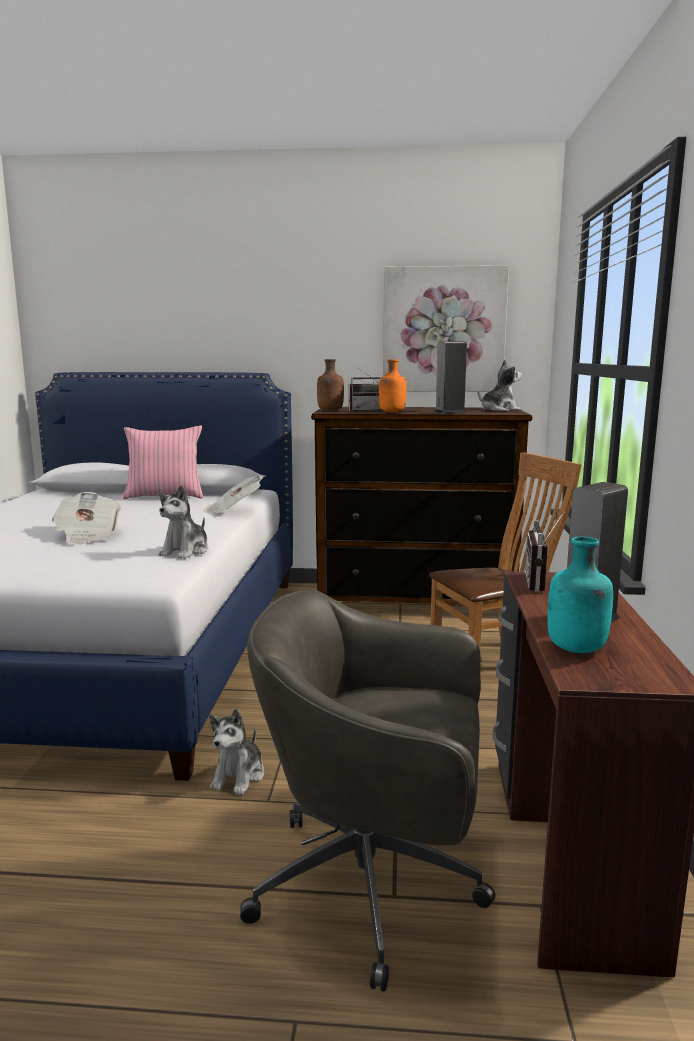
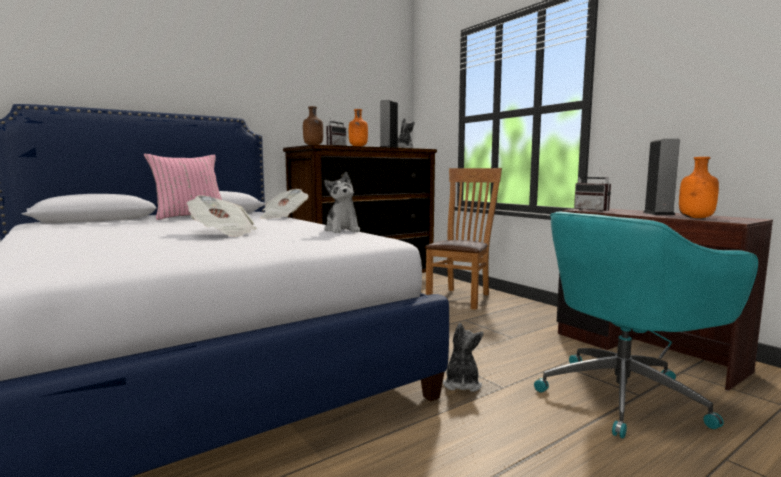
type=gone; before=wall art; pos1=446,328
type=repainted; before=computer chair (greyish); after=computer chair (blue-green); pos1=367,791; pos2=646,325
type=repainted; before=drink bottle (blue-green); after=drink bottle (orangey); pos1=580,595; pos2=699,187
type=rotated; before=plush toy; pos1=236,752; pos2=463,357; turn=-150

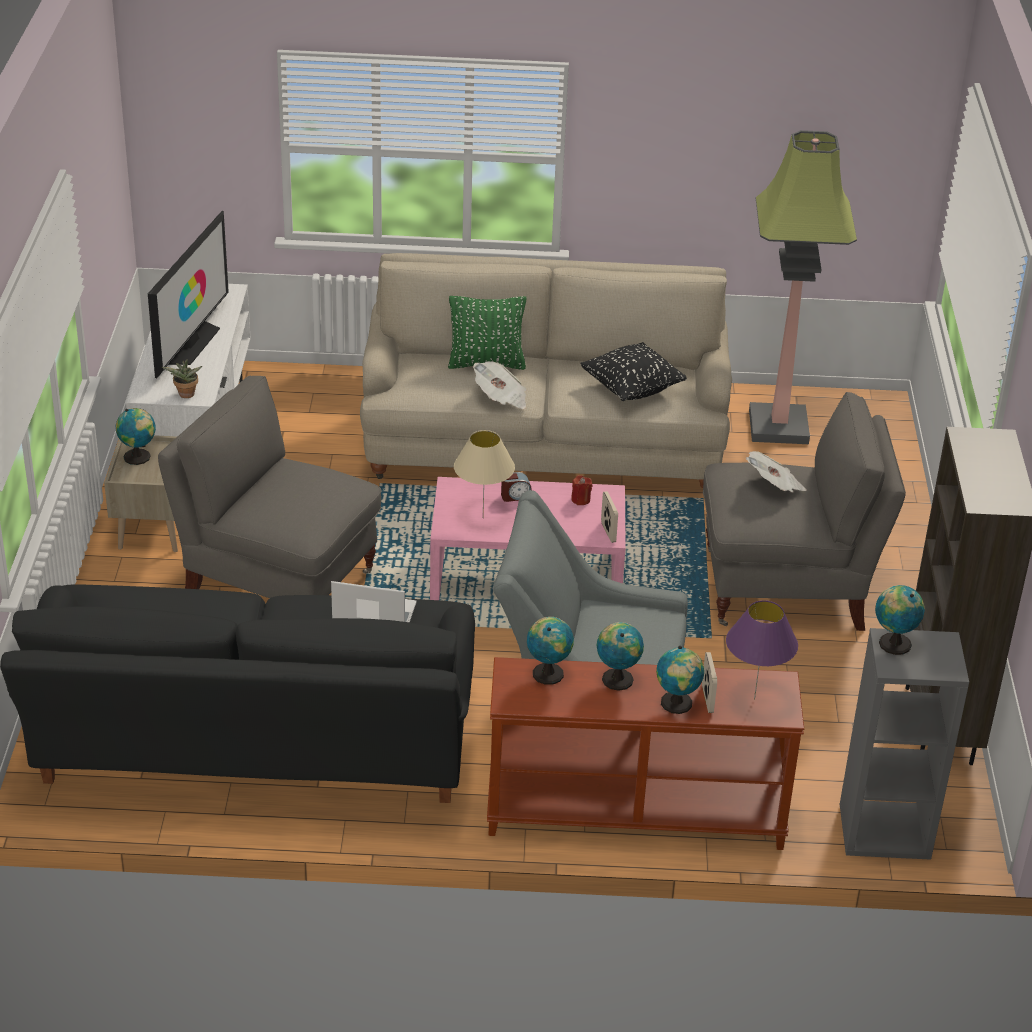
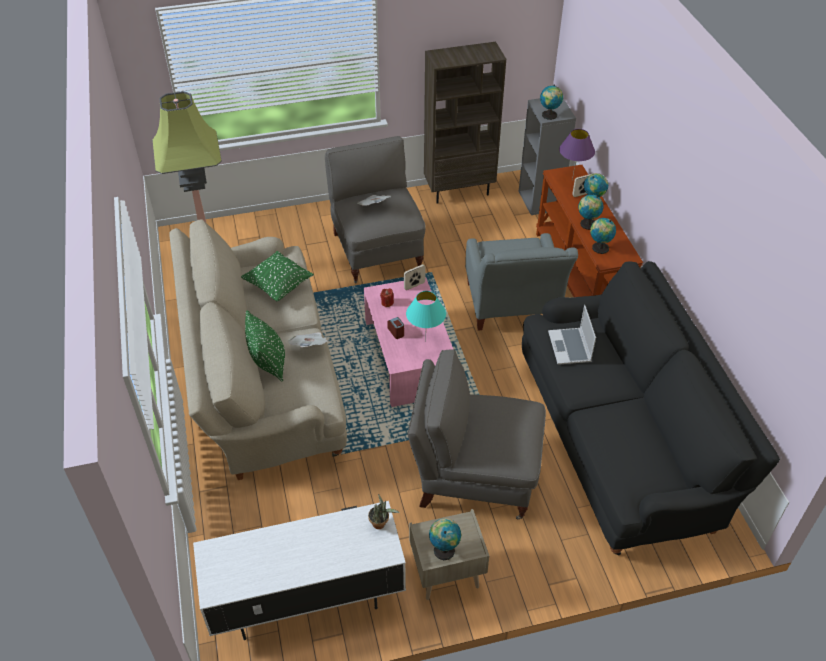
type=gone; before=television; pos1=188,294
type=repainted; before=lamp for a table (sand-coloured); after=lamp for a table (blue-green); pos1=484,472; pos2=426,316
type=repainted; before=throw pillow (black); after=throw pillow (green); pos1=633,371; pos2=277,276
type=rotated; before=easy chair (greyish); pos1=270,487; pos2=477,434; turn=90

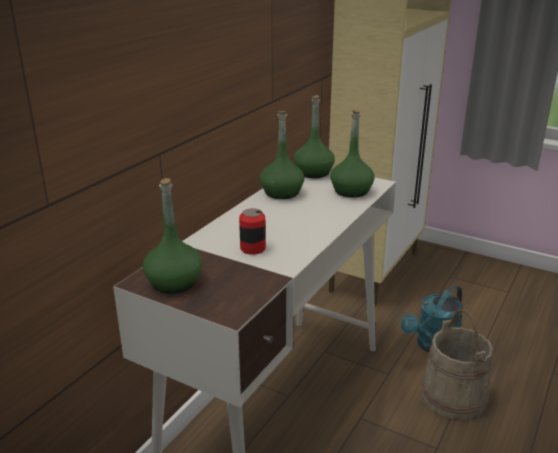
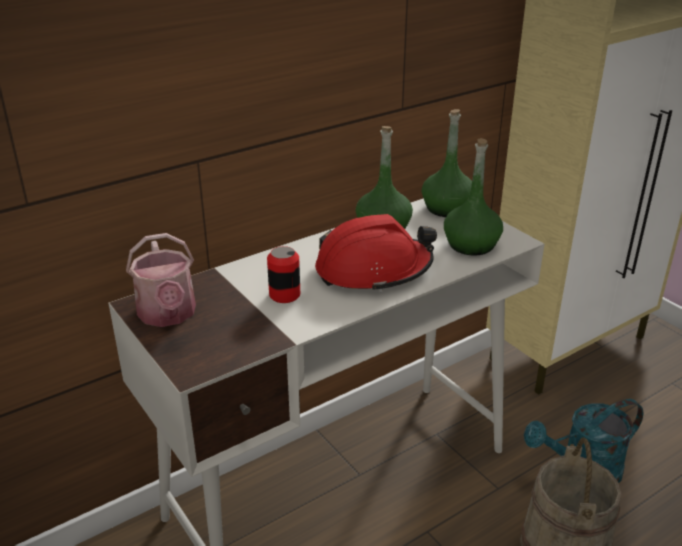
type=new; after=hard hat (red-coloured); pos2=376,253
type=swapped; before=drink bottle (green); after=watering pot; pos1=172,236; pos2=161,280

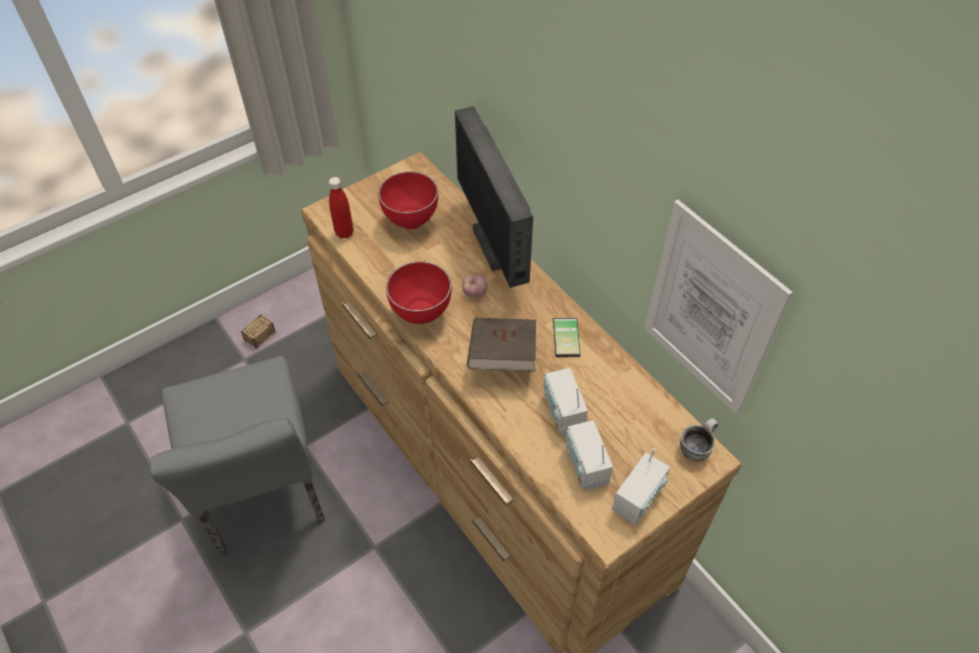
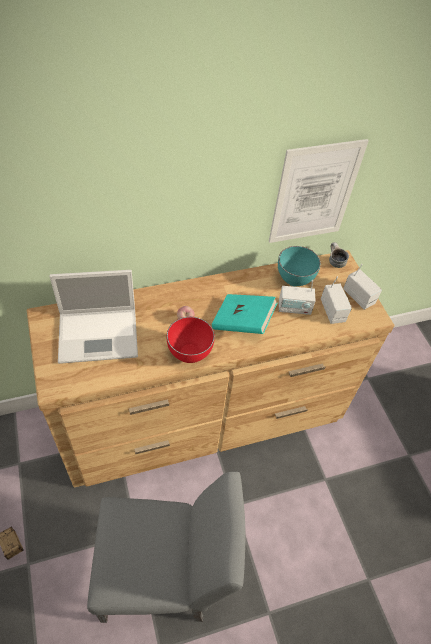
type=gone; before=drink bottle (red-coloured); pos1=341,207
type=gone; before=computer display; pos1=494,197
type=gone; before=telephone; pos1=567,337
type=new; after=bowl (blue-green); pos2=299,266
type=swapped; before=bowl (red-coloured); after=laptop; pos1=408,200; pos2=94,317
type=repainted; before=volume (brownish); after=volume (blue-green); pos1=501,345; pos2=244,314
type=rotated; before=radio set; pos1=589,455; pos2=336,300; turn=-105

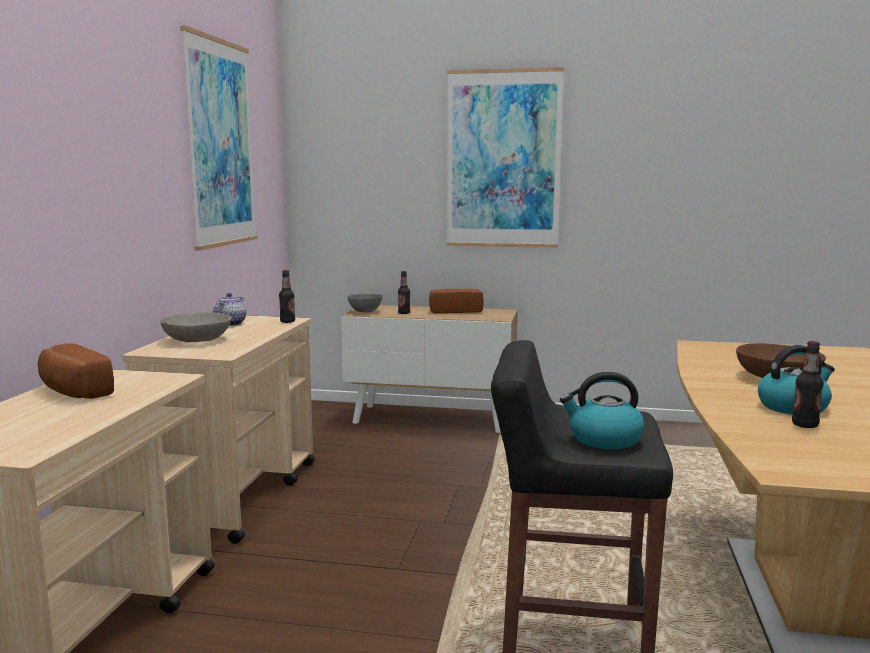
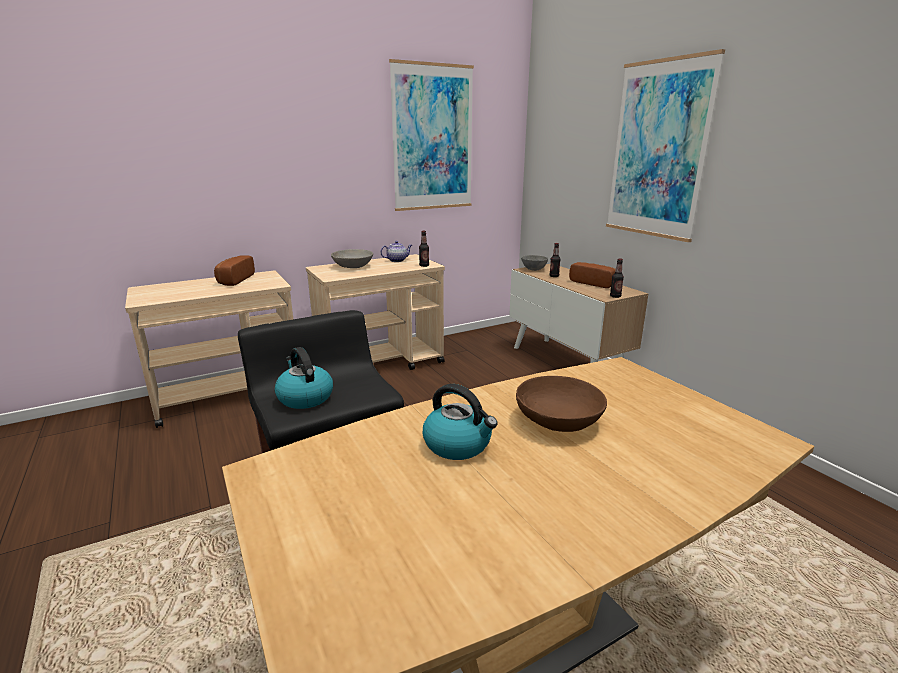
type=shifted; before=drink bottle; pos1=808,384; pos2=617,278

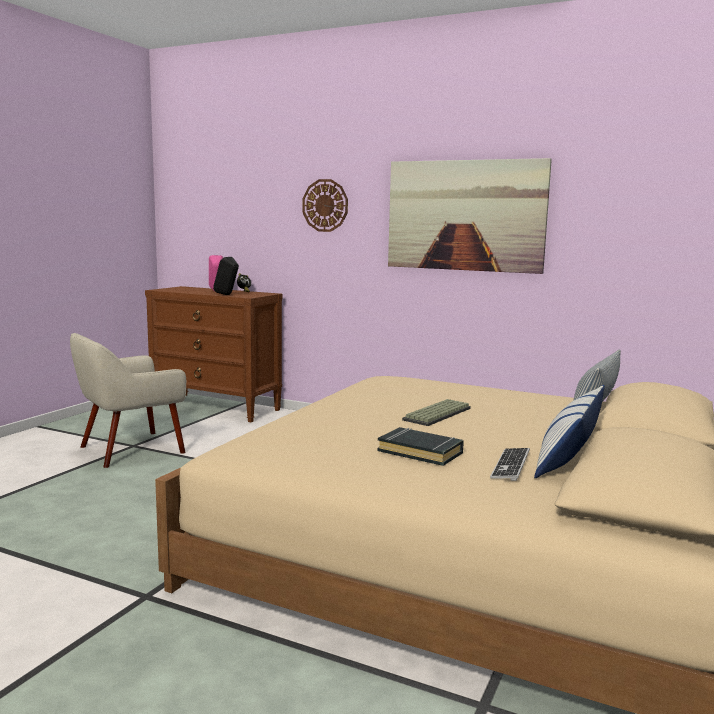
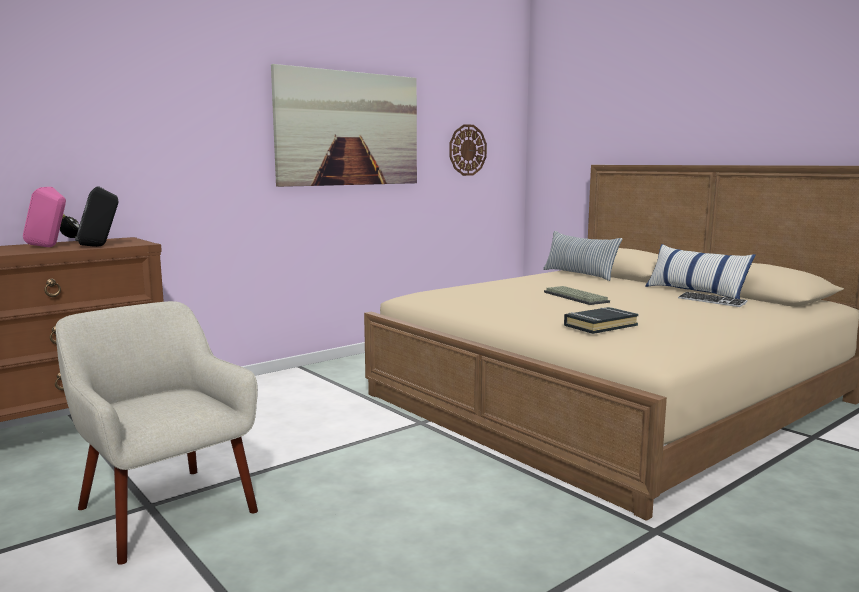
type=shifted; before=clock on the wall; pos1=325,205; pos2=468,150
type=shifted; before=volume (black); pos1=420,446; pos2=601,320
type=rotated; before=easy chair (sand-coloured); pos1=128,400; pos2=156,433; turn=150

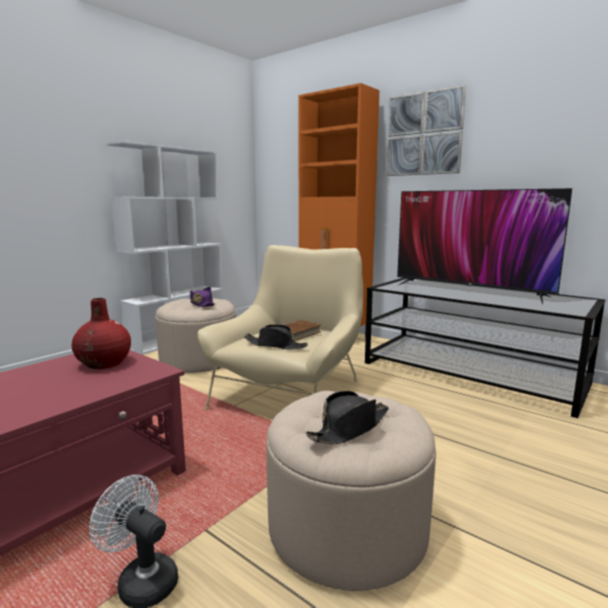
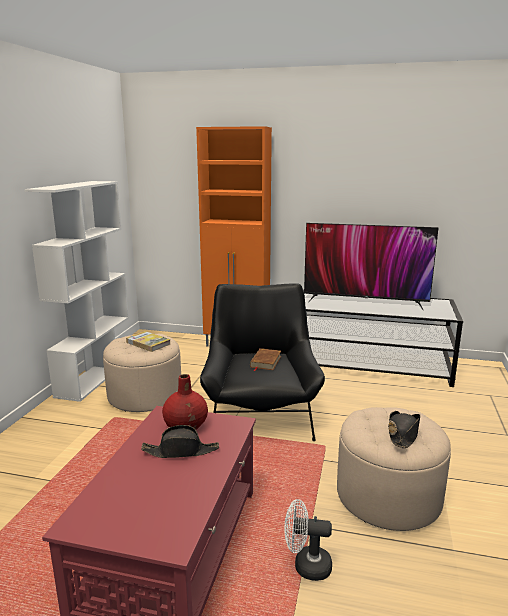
type=gone; before=wall art; pos1=426,130
type=shifted; before=hat (black); pos1=276,337; pos2=180,441
type=swapped; before=hat (purple-coloured); after=volume; pos1=202,297; pos2=148,341
type=repainted; before=easy chair (sand-coloured); after=easy chair (black); pos1=280,327; pos2=262,362

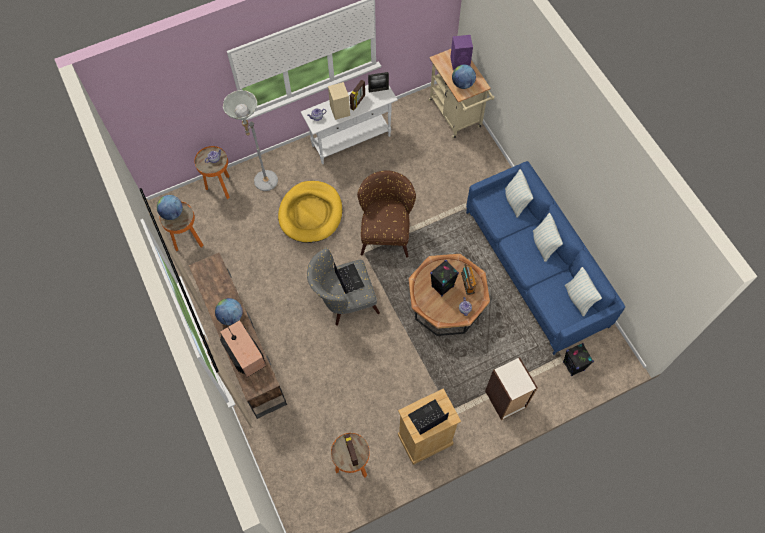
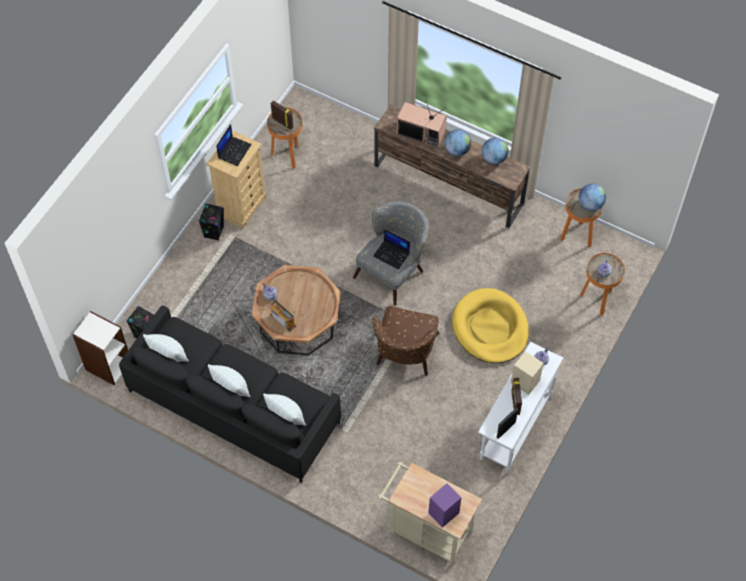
type=gone; before=standing lamp (greyish); pos1=250,140
type=shifted; before=loudspeaker (black); pos1=444,278; pos2=211,222
type=shifted; before=globe; pos1=464,77; pos2=495,151
type=shifted; before=shelving unit; pos1=511,388; pos2=100,348
type=repainted; before=settee (blue-coloured); after=settee (black); pos1=545,258; pos2=230,394
type=rotated; before=easy chair (brownish); pos1=386,214; pos2=405,341; turn=45

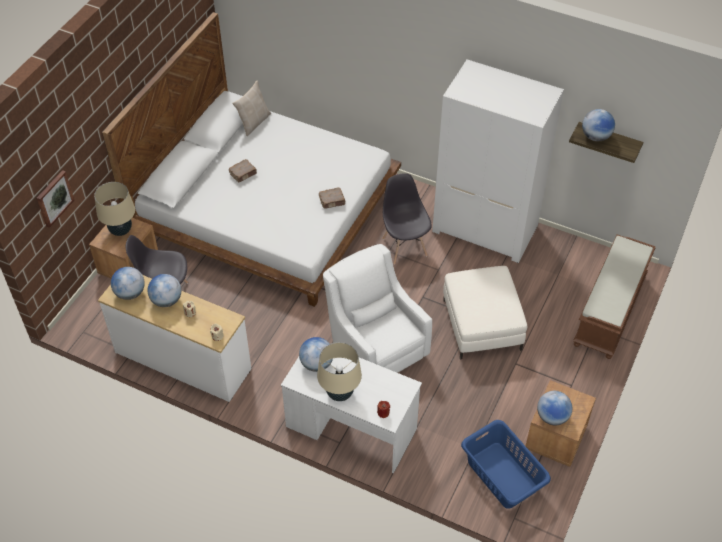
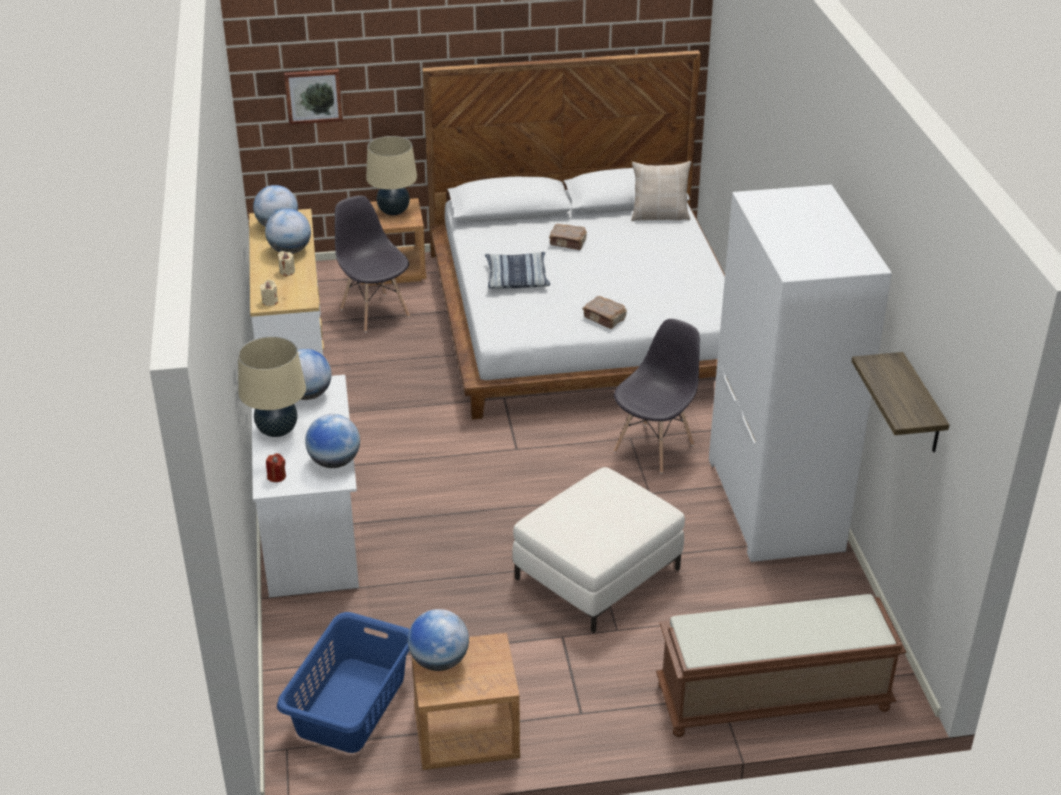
type=gone; before=easy chair (white); pos1=377,308
type=new; after=throw pillow; pos2=517,270
type=shifted; before=globe; pos1=598,125; pos2=332,441

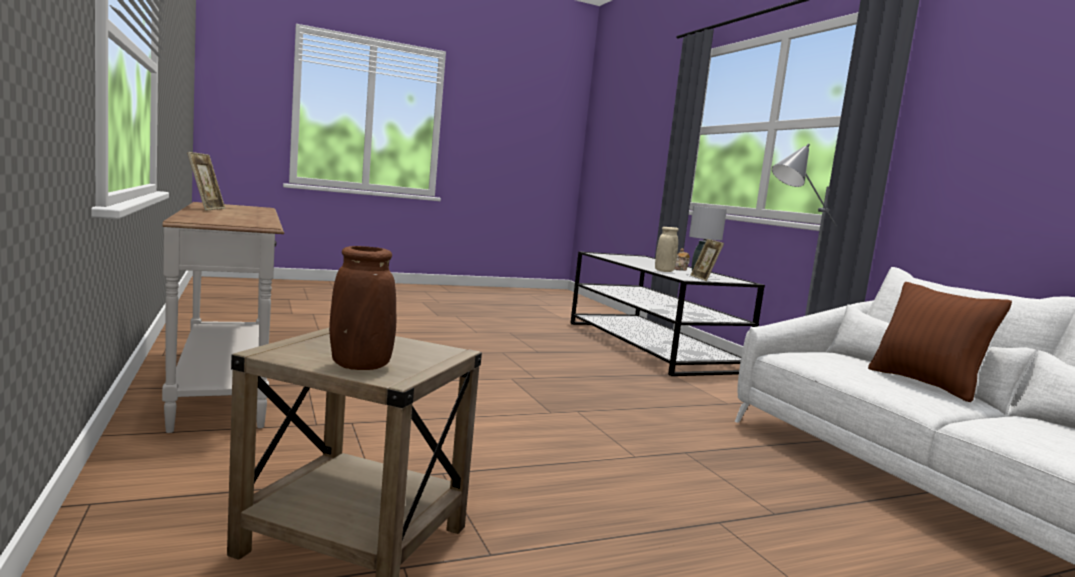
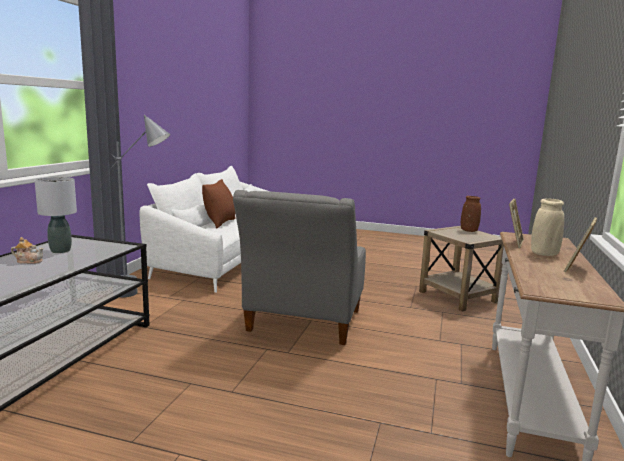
type=new; after=easy chair (greyish); pos2=299,267
type=shifted; before=decorative vase (sand-coloured); pos1=666,249; pos2=547,227
type=shifted; before=picture frame; pos1=707,260; pos2=516,223

